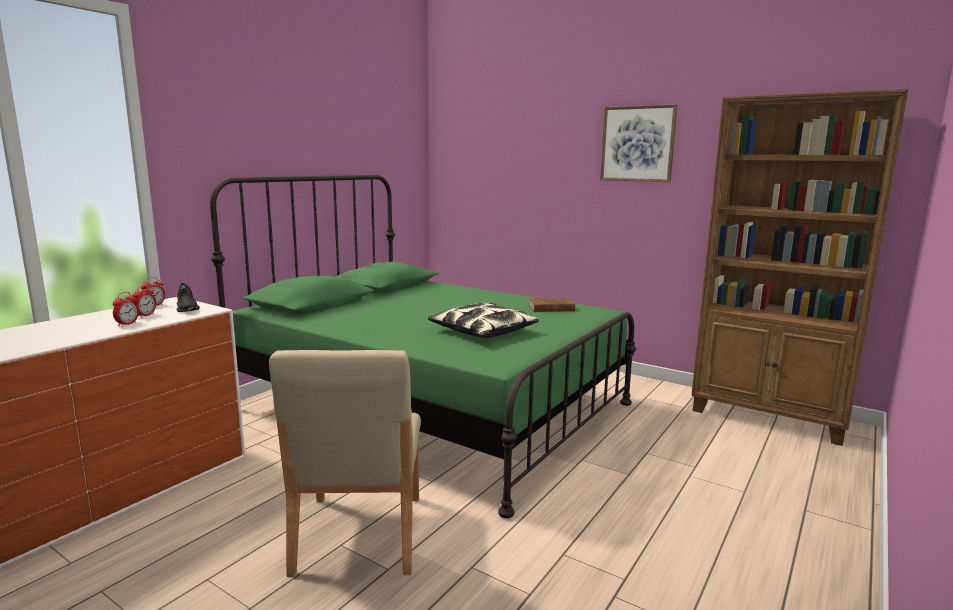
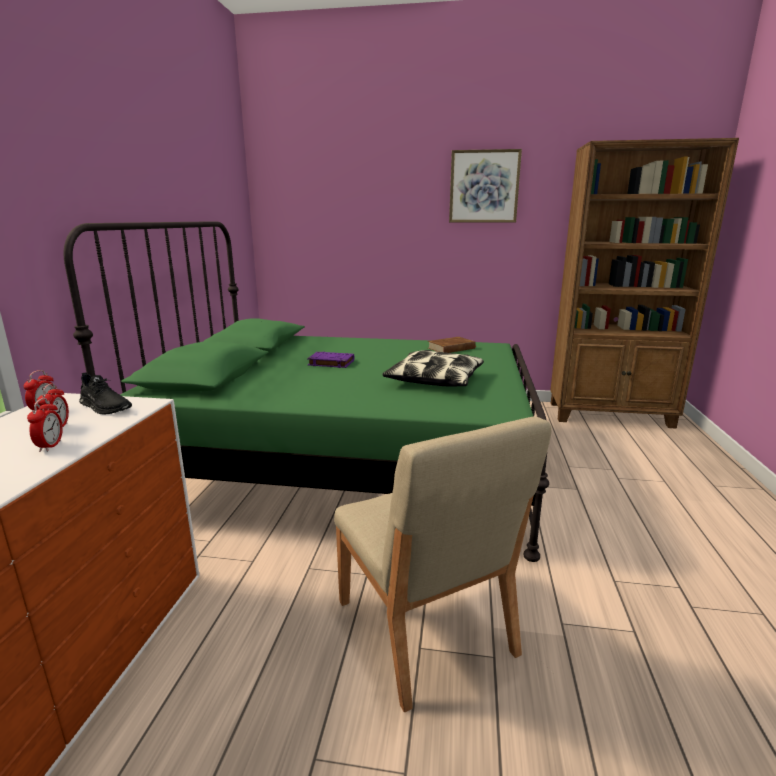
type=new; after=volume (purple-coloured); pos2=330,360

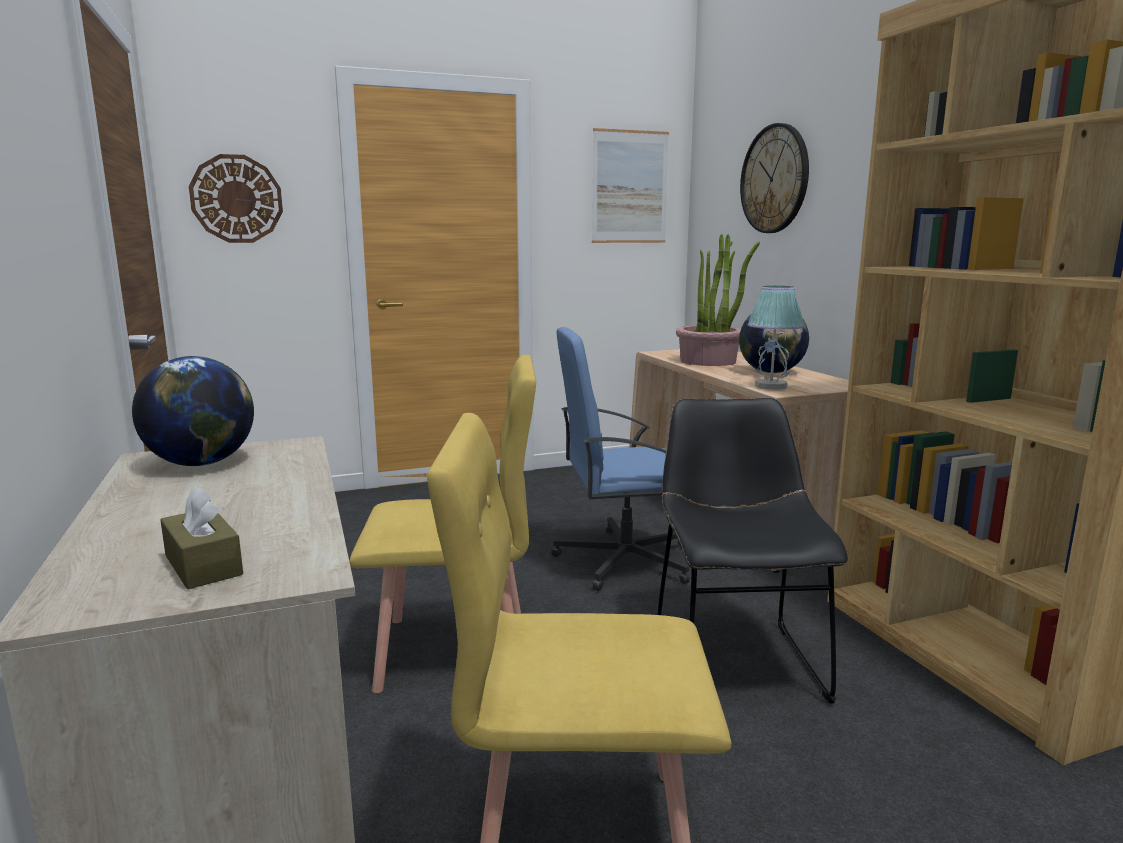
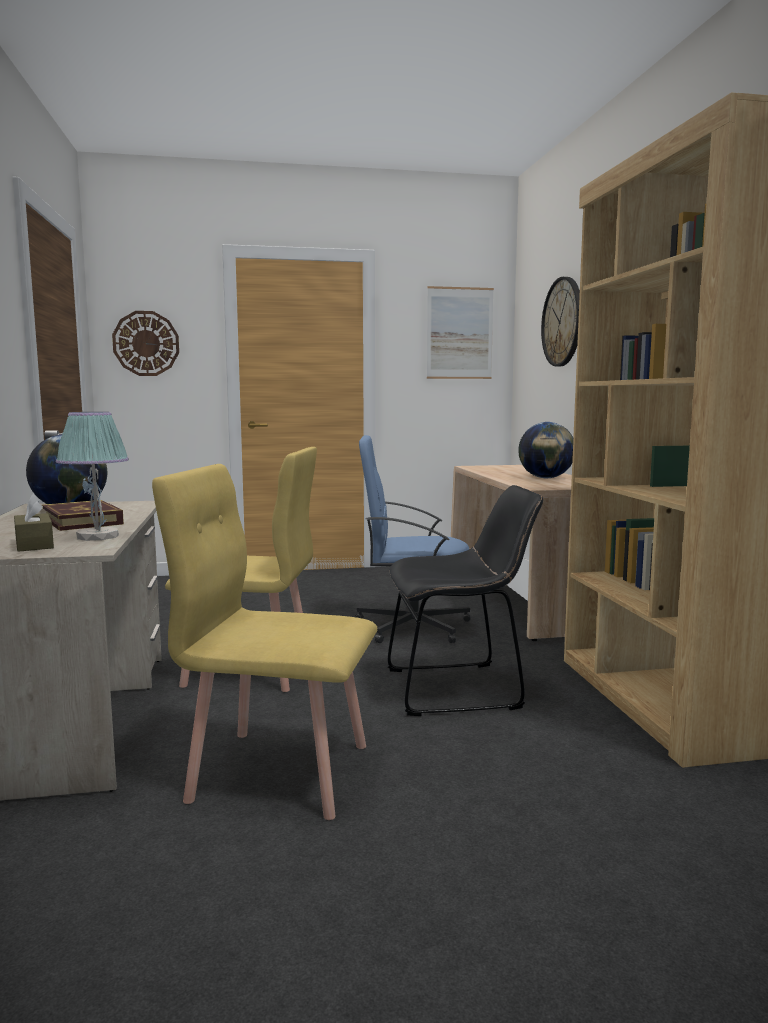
type=gone; before=potted plant; pos1=718,300
type=new; after=volume; pos2=83,515
type=shifted; before=lamp for a table; pos1=776,338; pos2=92,476
type=rotated; before=plain chair (black); pos1=752,551; pos2=465,600; turn=75

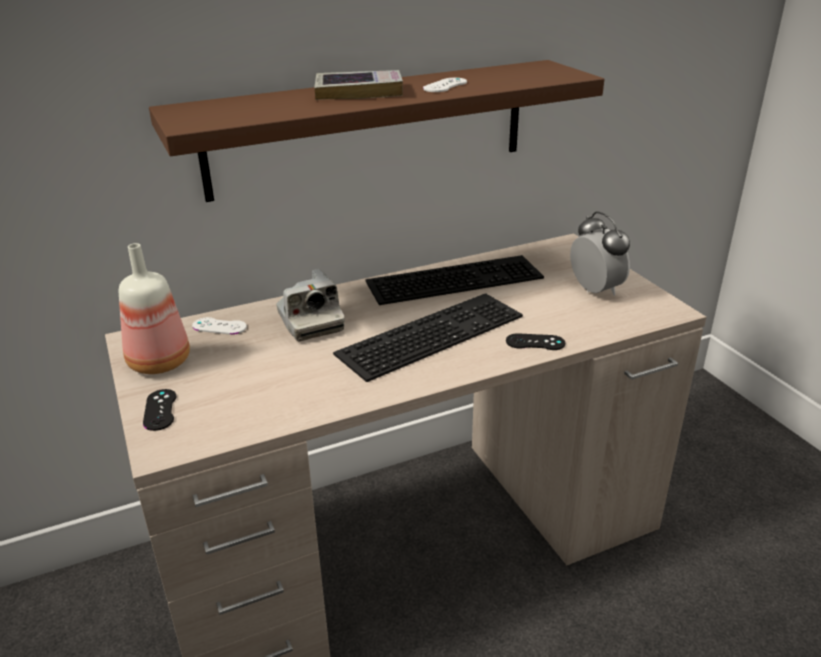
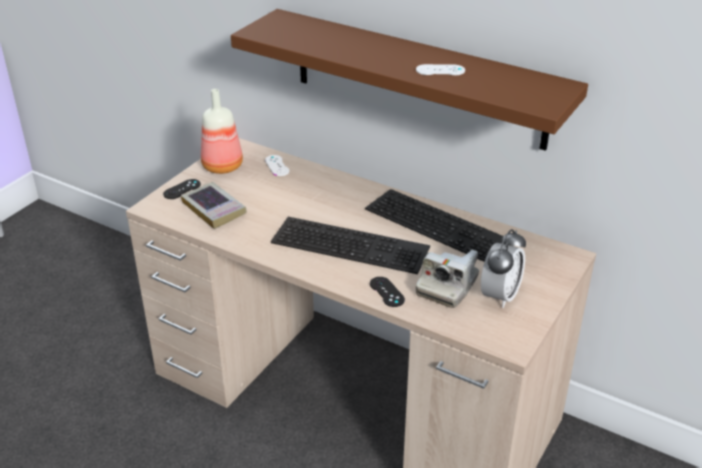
type=shifted; before=still camera; pos1=310,305; pos2=447,279
type=shifted; before=volume; pos1=358,85; pos2=214,205

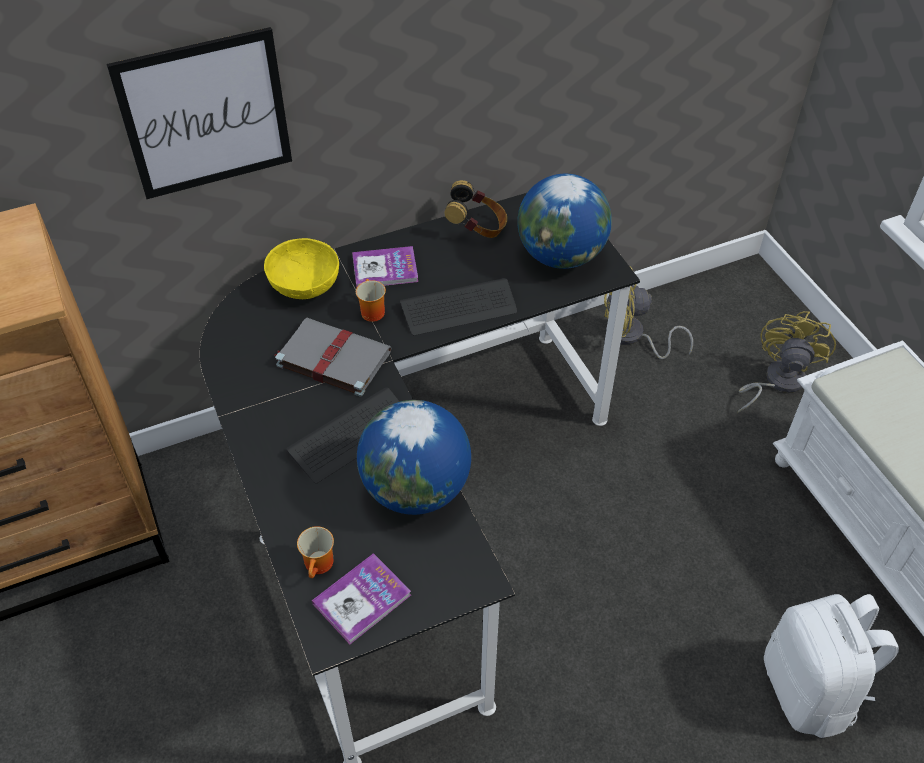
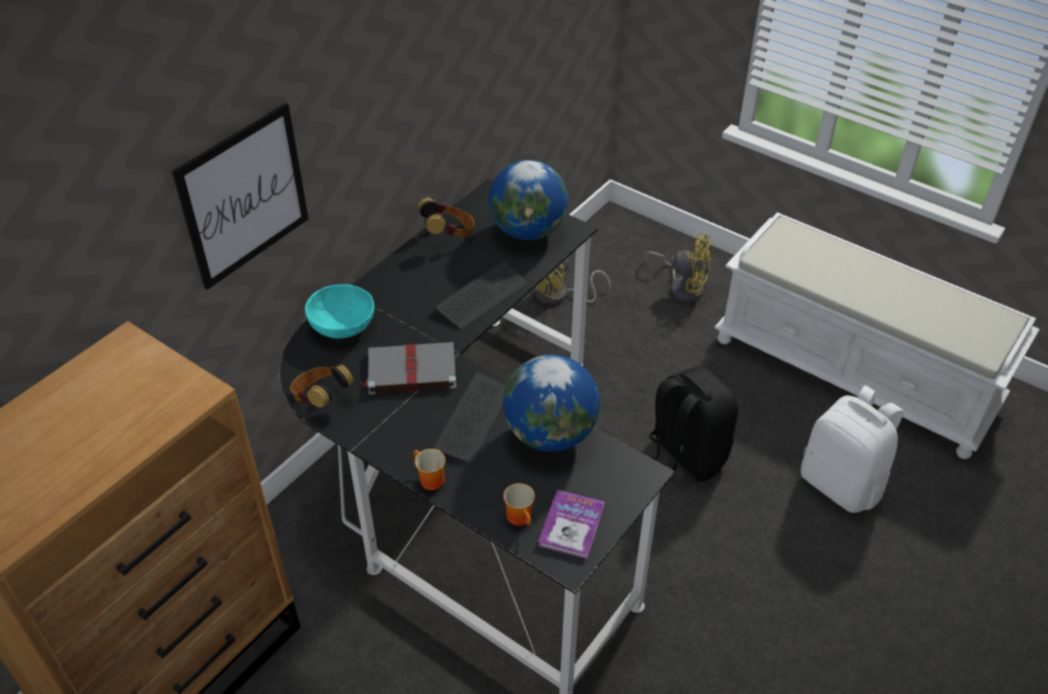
type=gone; before=volume; pos1=385,267
type=new; after=pair of headphones; pos2=322,386
type=new; after=rucksack (black); pos2=694,426
type=shifted; before=tea mug; pos1=371,300; pos2=429,469
type=repainted; before=bowl (yellow); after=bowl (blue-green); pos1=301,268; pos2=339,311
type=rotated; before=cooling fan (yellow); pos1=786,362; pos2=678,267; turn=120

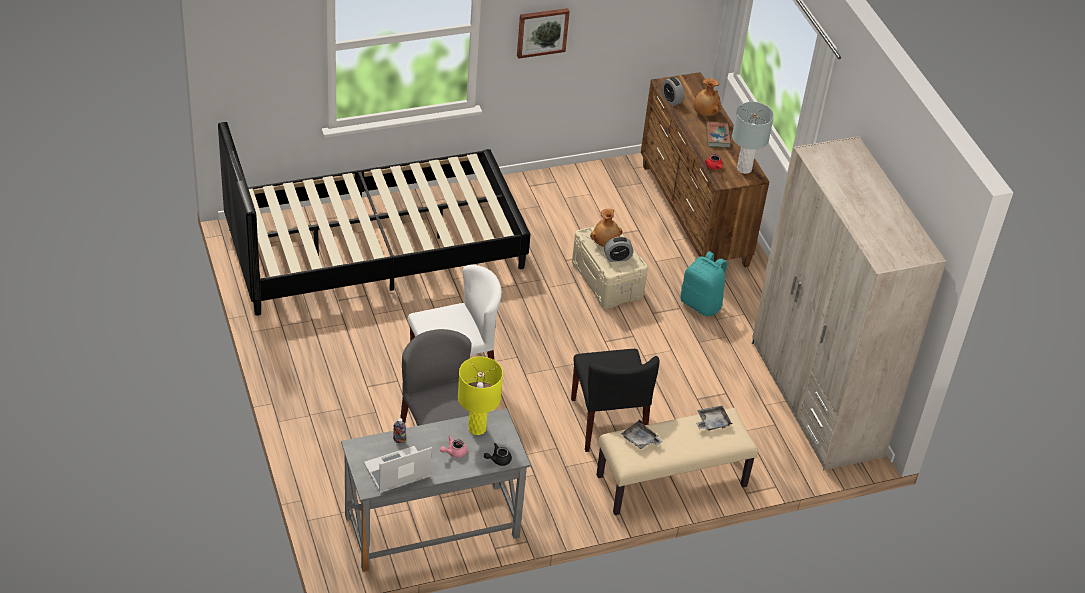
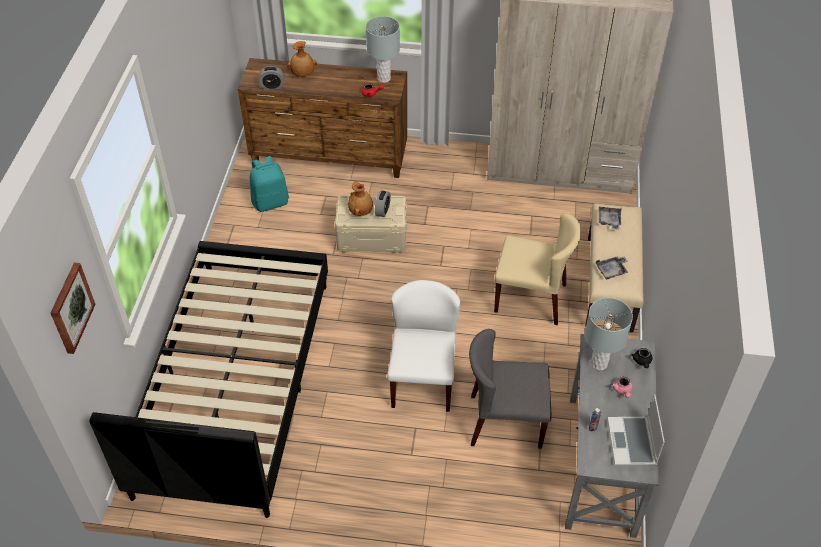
type=gone; before=volume; pos1=718,134
type=shifted; before=wall art; pos1=543,33; pos2=73,308
type=shifted; before=rucksack (blue-green); pos1=704,283; pos2=269,184
type=repainted; before=lamp for a table (yellow); after=lamp for a table (greyish); pos1=480,396; pos2=608,334
type=repainted; before=plain chair (black); after=plain chair (sand-coloured); pos1=615,400; pos2=537,269

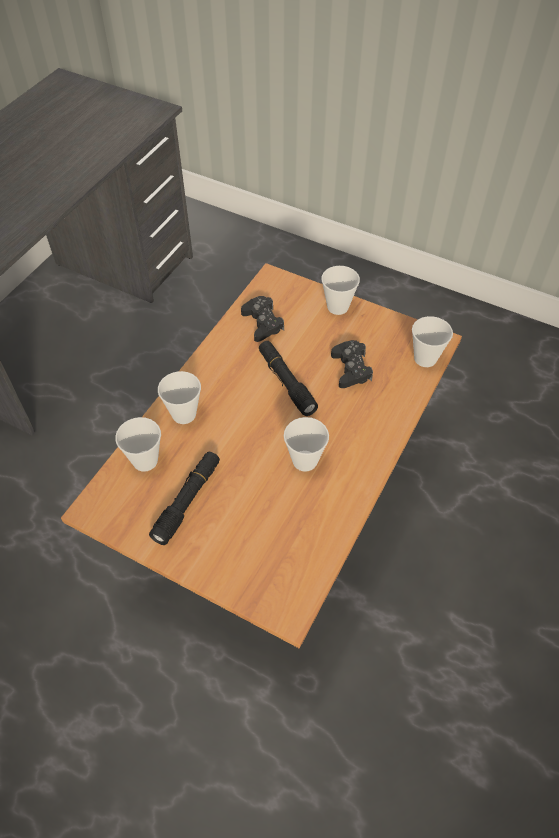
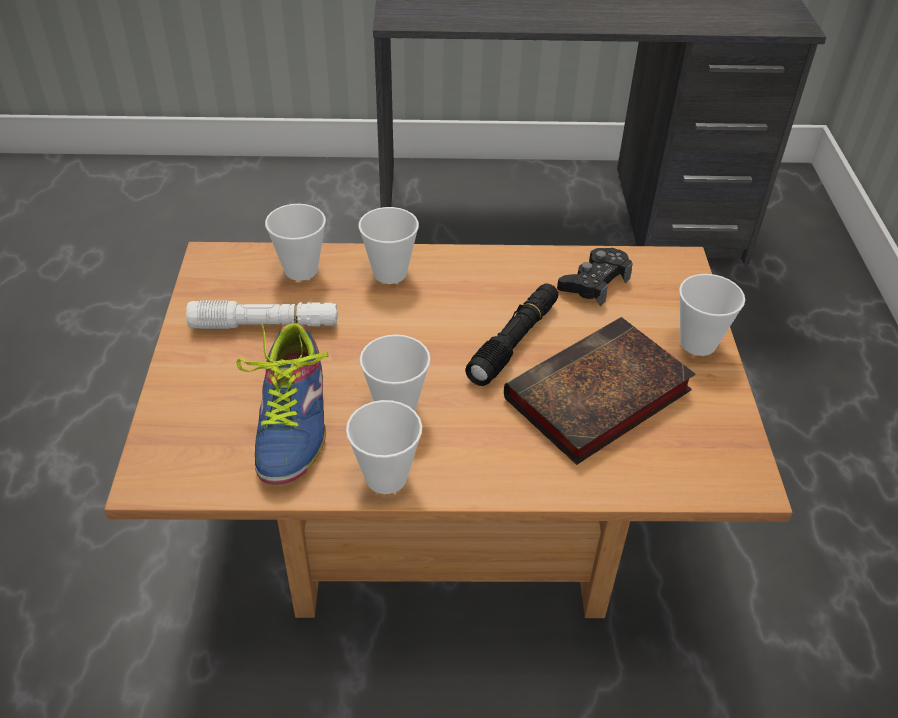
type=new; after=low shoe; pos2=282,404
type=shifted; before=cup; pos1=432,341; pos2=384,447
type=swapped; before=gamepad (black); after=volume; pos1=352,364; pos2=600,391
type=repainted; before=flashlight (black); after=flashlight (white); pos1=184,498; pos2=262,314

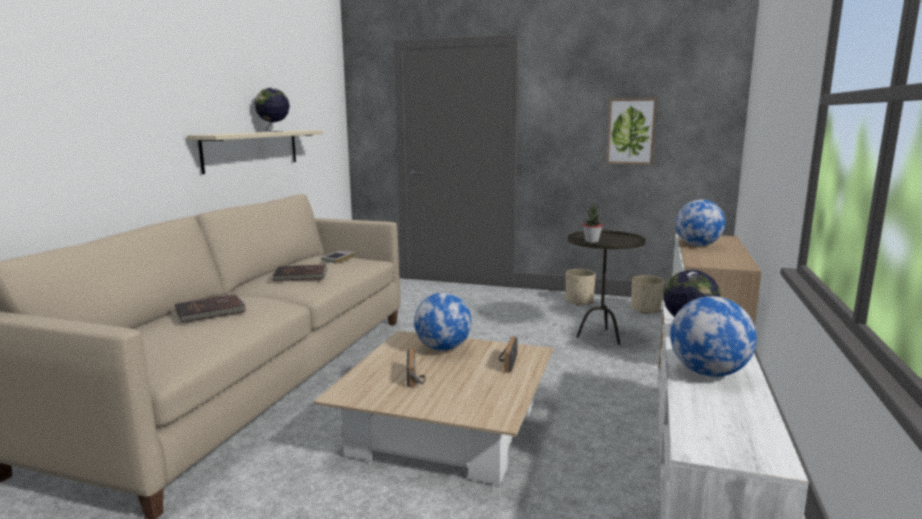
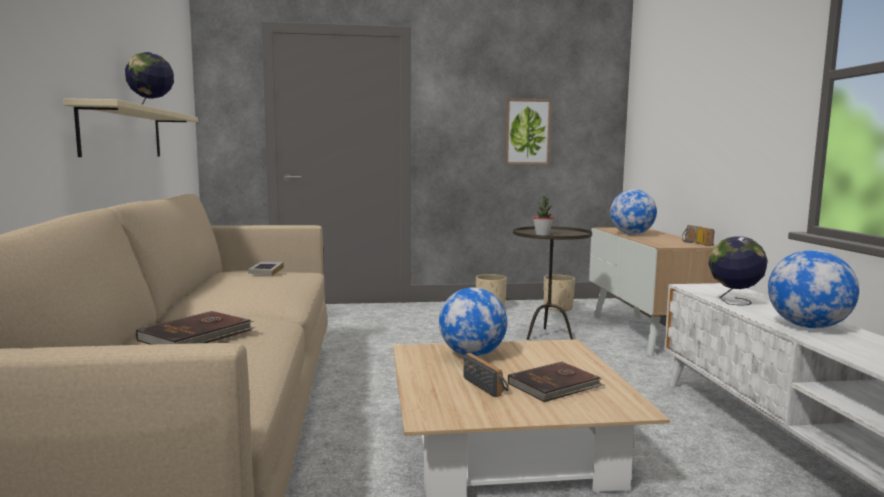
type=shifted; before=volume (brownish); pos1=300,272; pos2=556,382
type=shifted; before=radio set; pos1=508,354; pos2=698,235

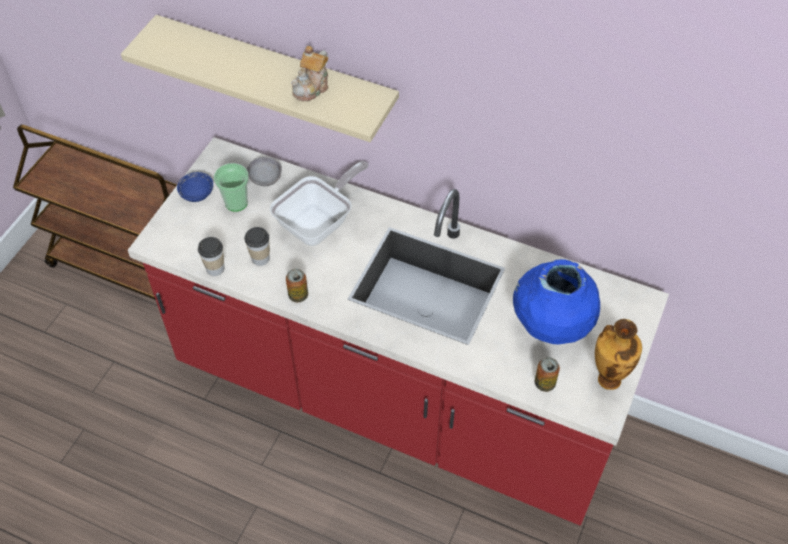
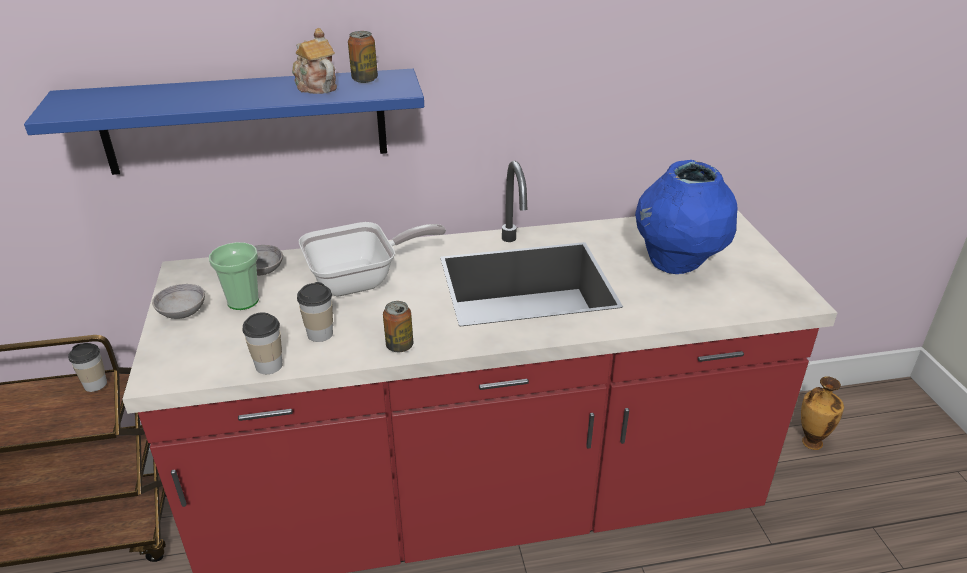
type=new; after=cup; pos2=87,367
type=shifted; before=metal can; pos1=547,374; pos2=363,57
type=shifted; before=decorative vase; pos1=618,354; pos2=822,413
type=repainted; before=wall shelf (sand-coloured); after=wall shelf (blue-coloured); pos1=260,78; pos2=224,122
type=repainted; before=bowl (blue-coloured); after=bowl (greyish); pos1=195,187; pos2=178,301
type=rotated; before=skillet; pos1=319,203; pos2=372,259; turn=60
type=rotated; before=tea pot; pos1=309,73; pos2=314,61; turn=150

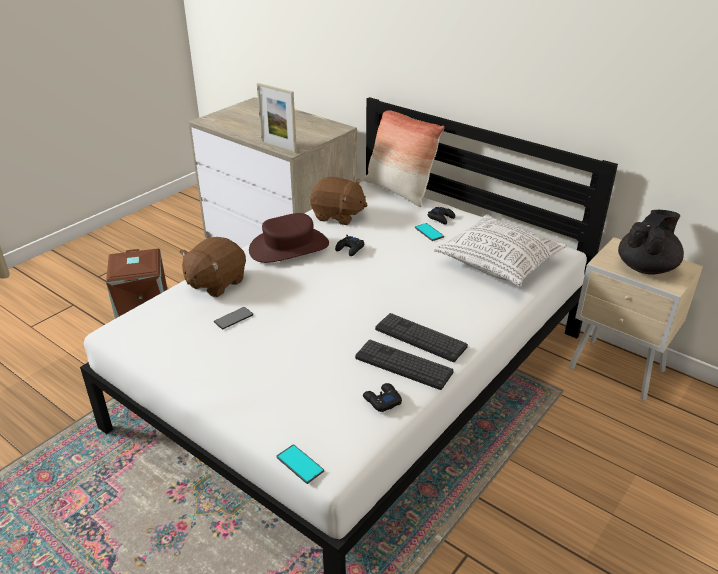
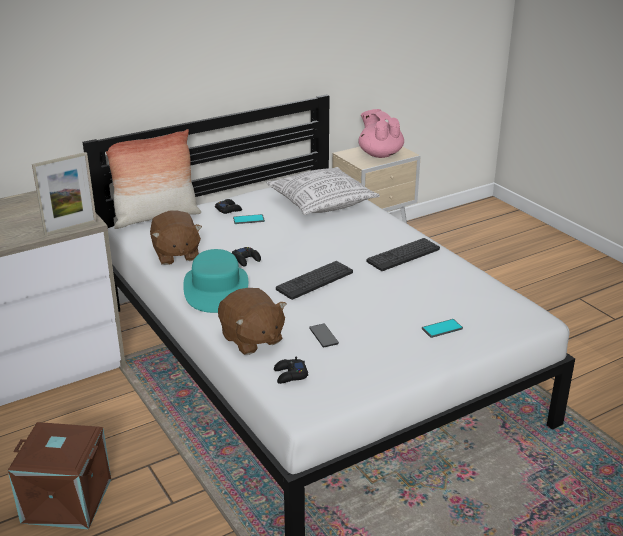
type=shifted; before=telephone; pos1=300,464; pos2=442,328
type=shifted; before=computer keyboard; pos1=404,365; pos2=314,280
type=shifted; before=gamepad (black); pos1=382,397; pos2=291,370
type=repainted; before=hat (brownish); after=hat (blue-green); pos1=289,238; pos2=215,281
type=repainted; before=tea pot (black); after=tea pot (pink-coloured); pos1=651,242; pos2=381,133
type=rotated; before=plush toy (brownish); pos1=339,201; pos2=176,237; turn=120

